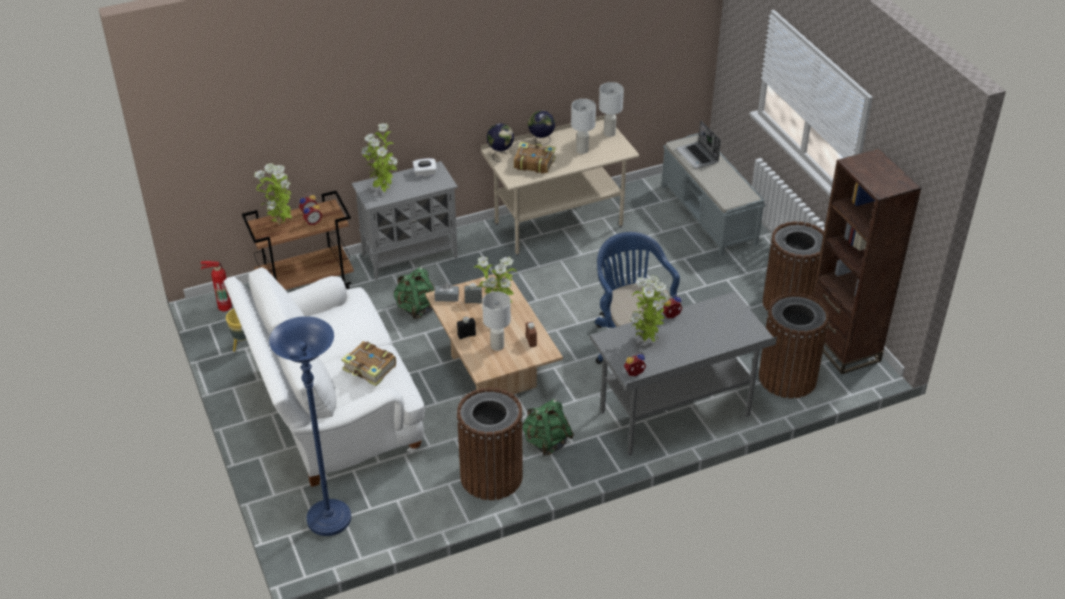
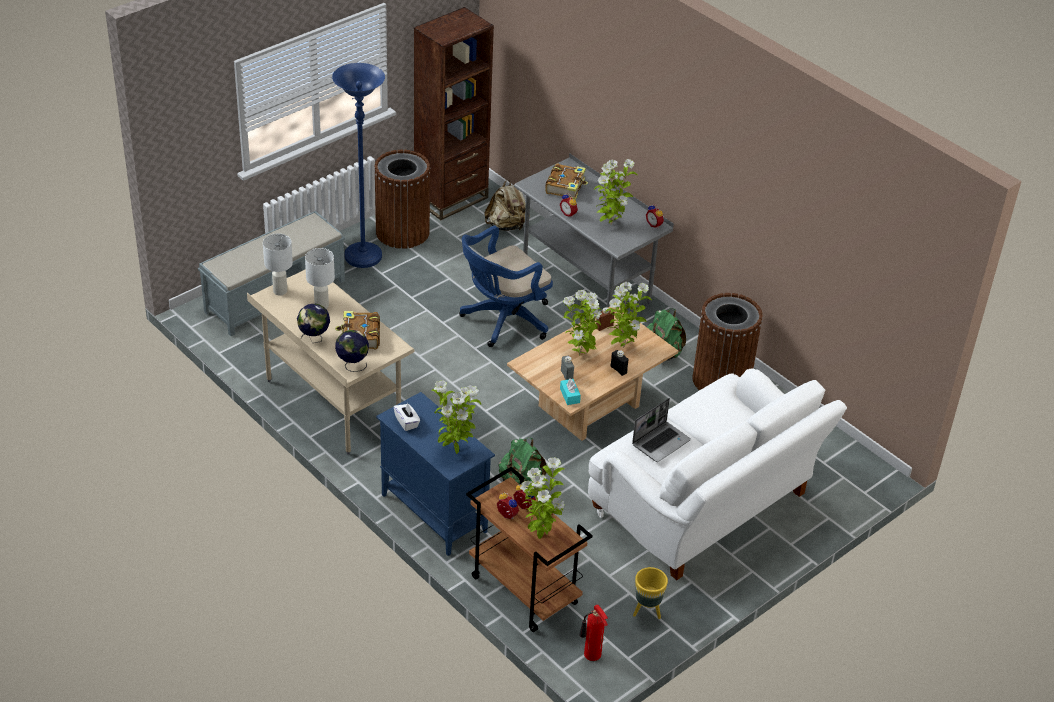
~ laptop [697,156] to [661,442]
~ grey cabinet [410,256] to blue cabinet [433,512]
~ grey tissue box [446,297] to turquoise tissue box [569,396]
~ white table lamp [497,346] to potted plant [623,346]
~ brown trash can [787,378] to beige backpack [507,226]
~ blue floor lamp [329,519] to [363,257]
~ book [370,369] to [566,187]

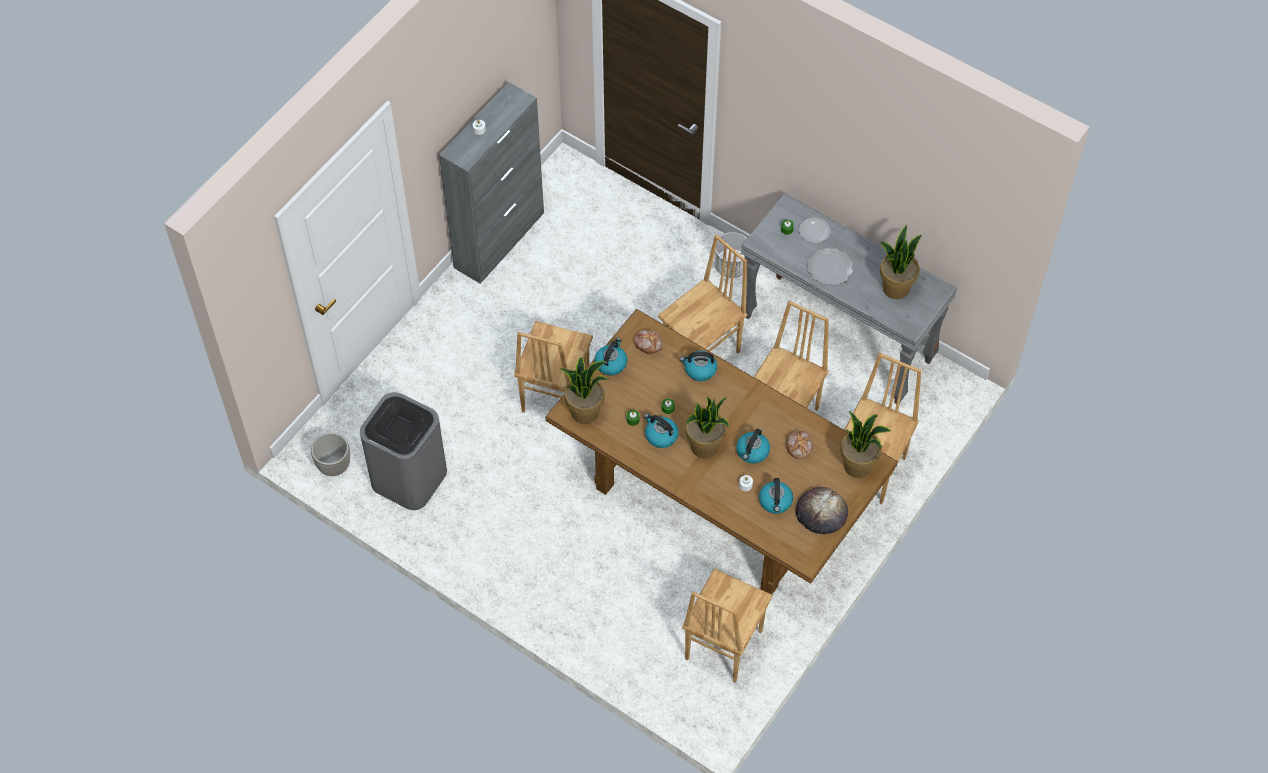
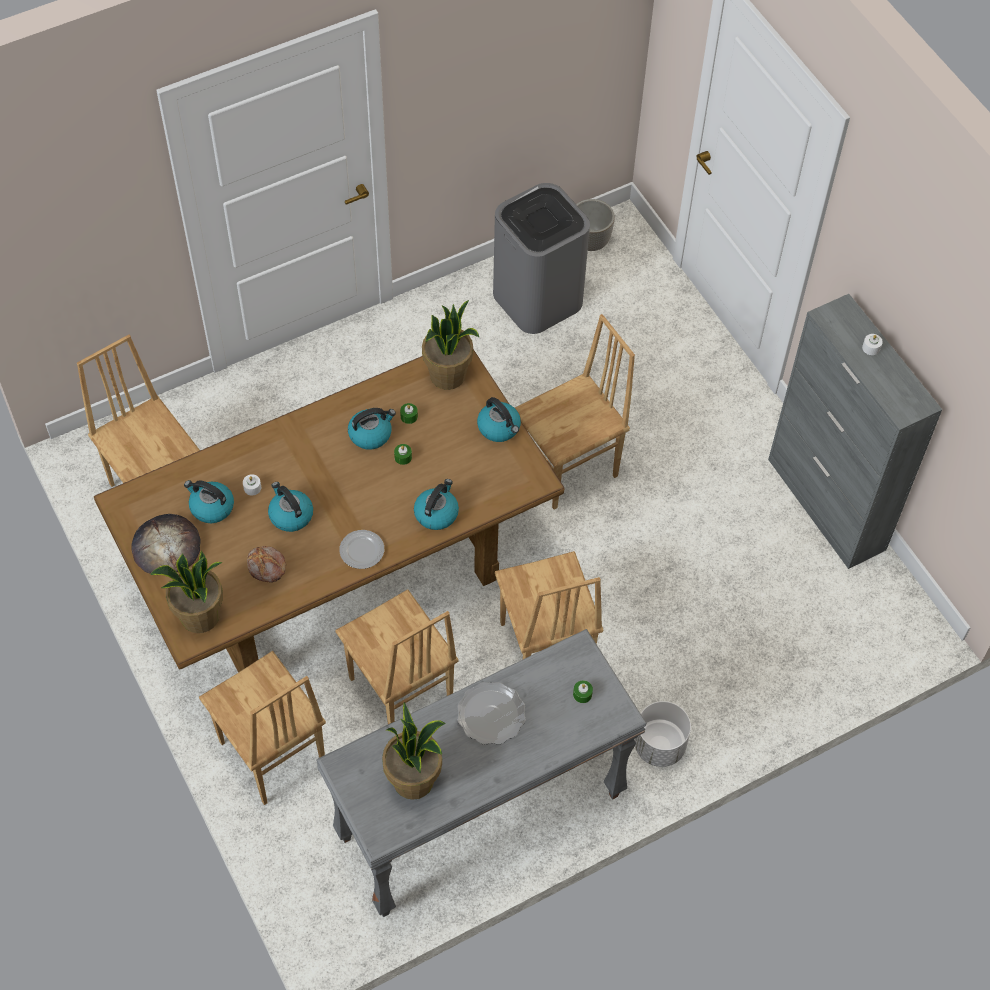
~ plate [815,231] to [361,551]
~ brown chair [554,394] = [569,469] 105 degrees clockwise
- bread [648,343]
- potted plant [705,447]

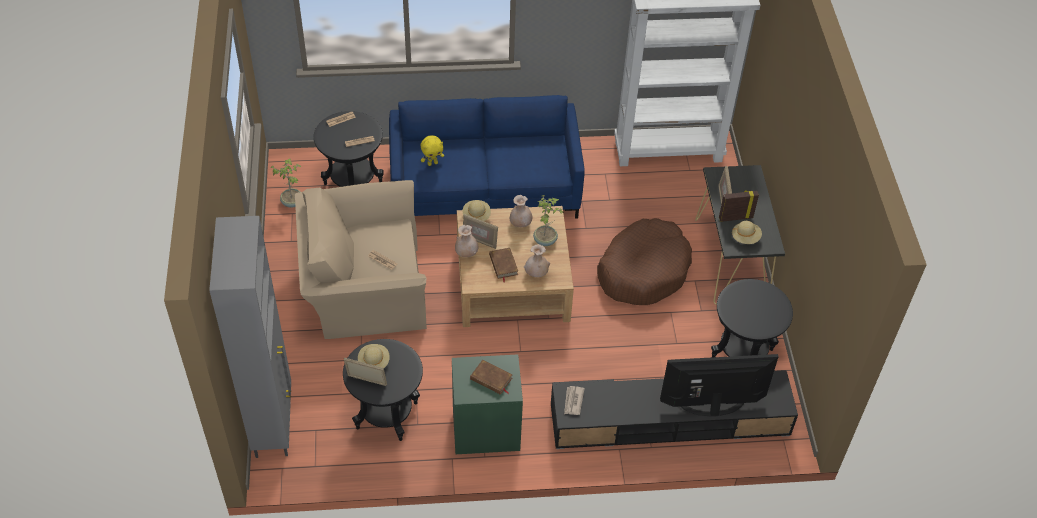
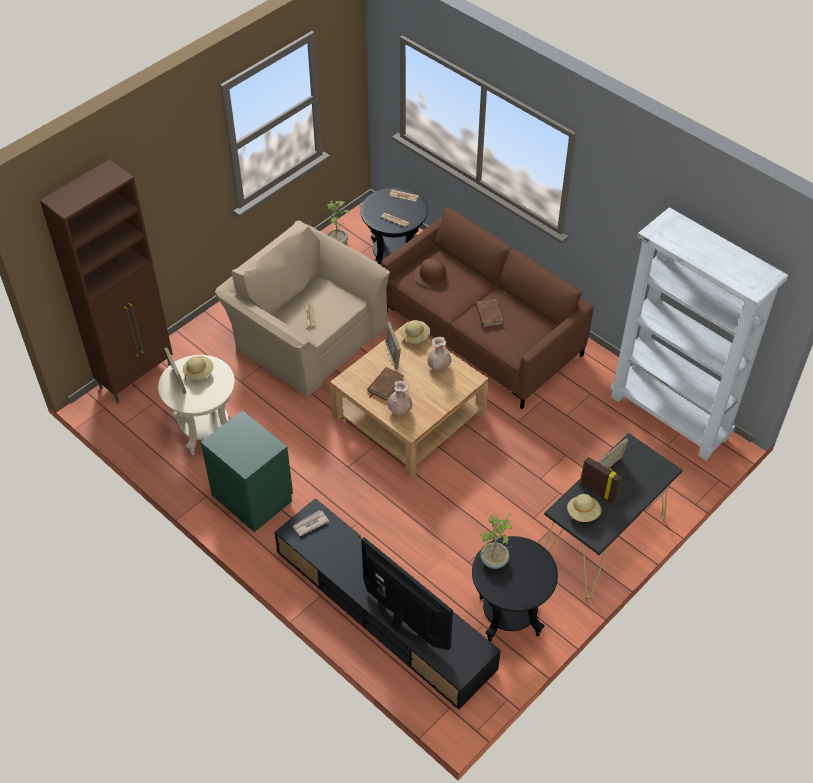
~ blue sofa [485,188] to brown sofa [481,334]
~ yellow plush toy [432,163] to brown hat [433,275]
~ potted plant [545,240] to [495,560]
~ grey cabinet [274,423] to brown cabinet [137,376]
- brown dog bed [643,270]
- beige vase [466,253]
~ black side table [387,415] to beige side table [206,431]
~ brown book [491,379] to [489,315]

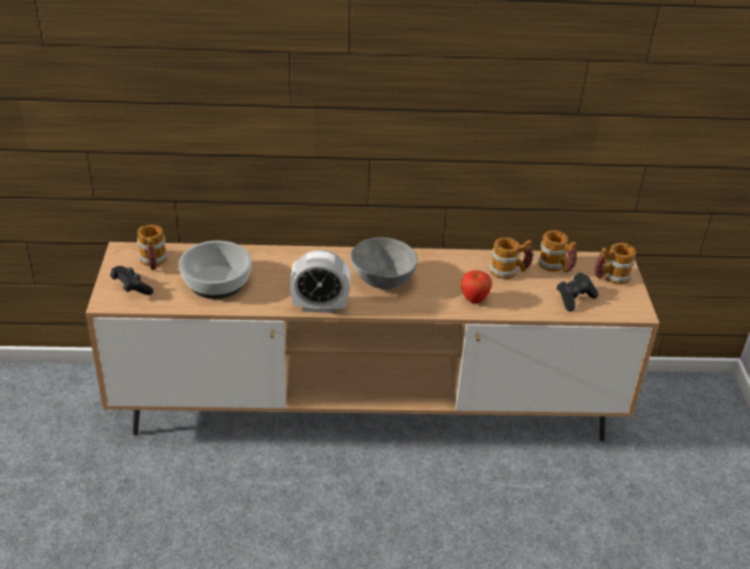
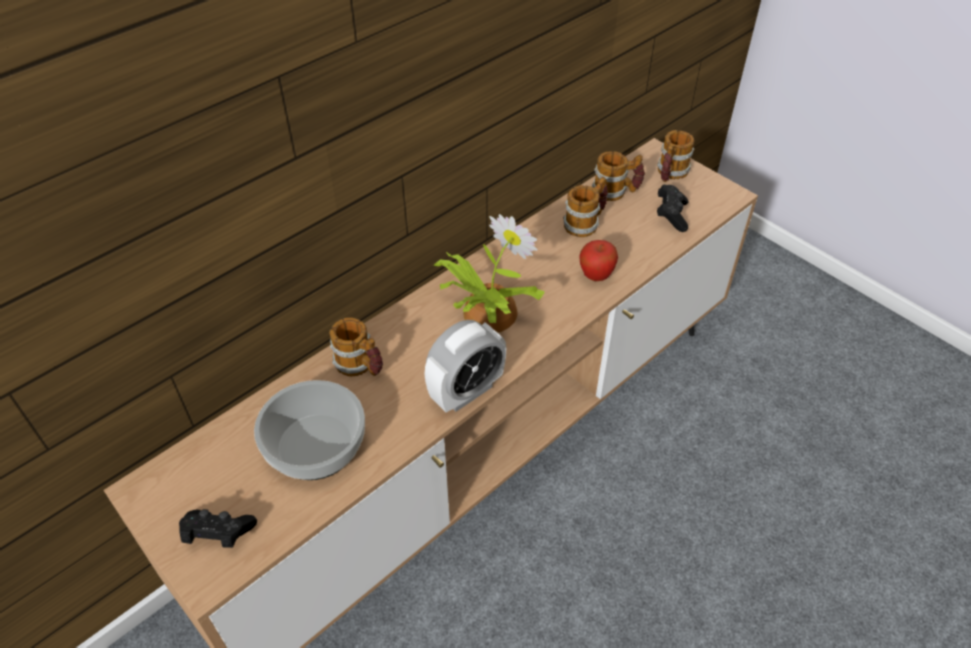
~ mug [153,262] to [360,366]
~ grey bowl [381,279] to potted plant [486,313]

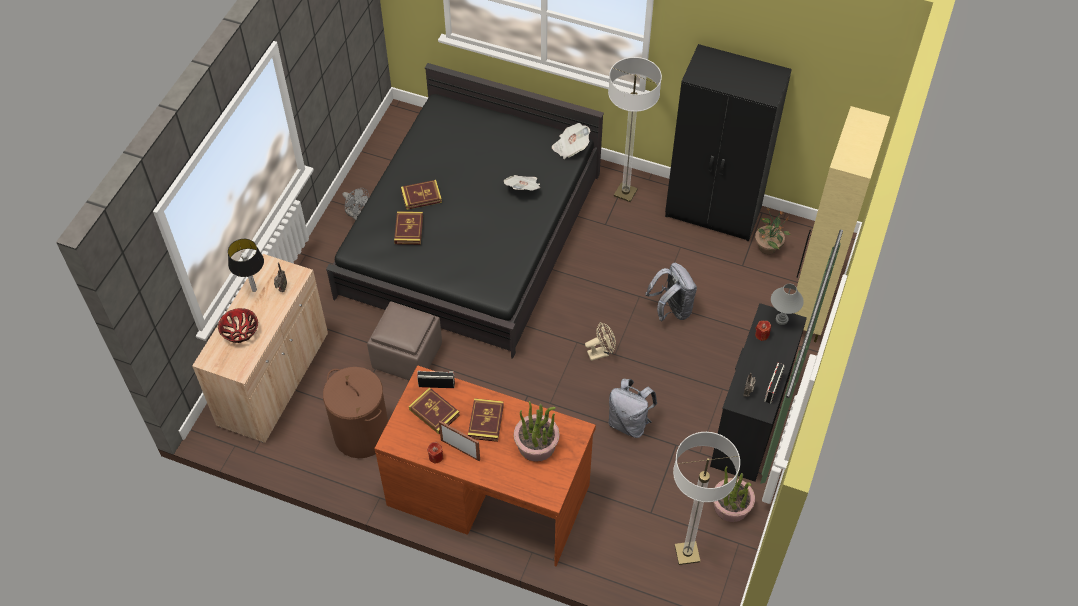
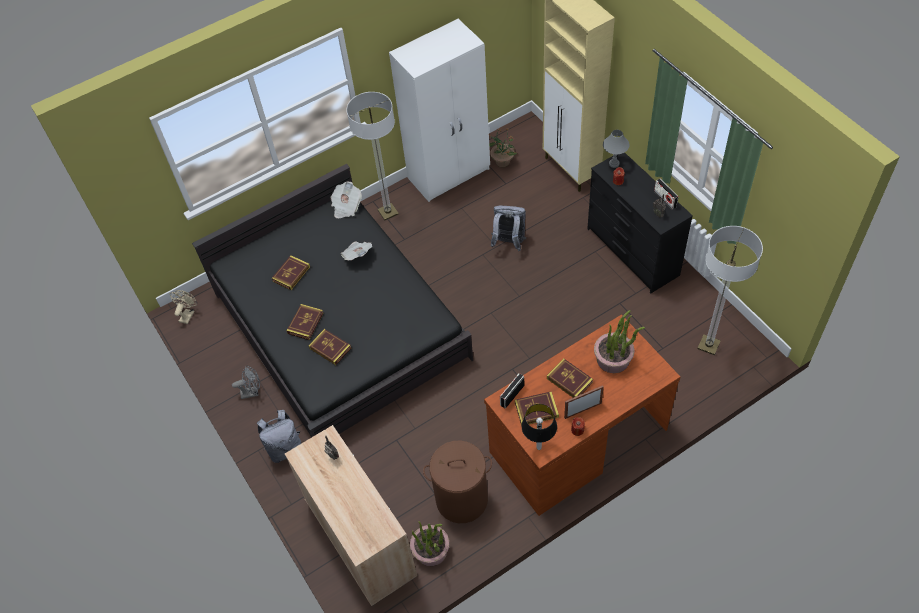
~ black wardrobe [713,213] to white wardrobe [450,174]
~ table lamp [254,289] to [538,447]
- brown ottoman [408,355]
- bowl [240,331]
~ beige fan [601,353] to [188,314]
~ grey backpack [629,422] to [285,448]
~ potted plant [731,506] to [431,550]
+ book [291,274]

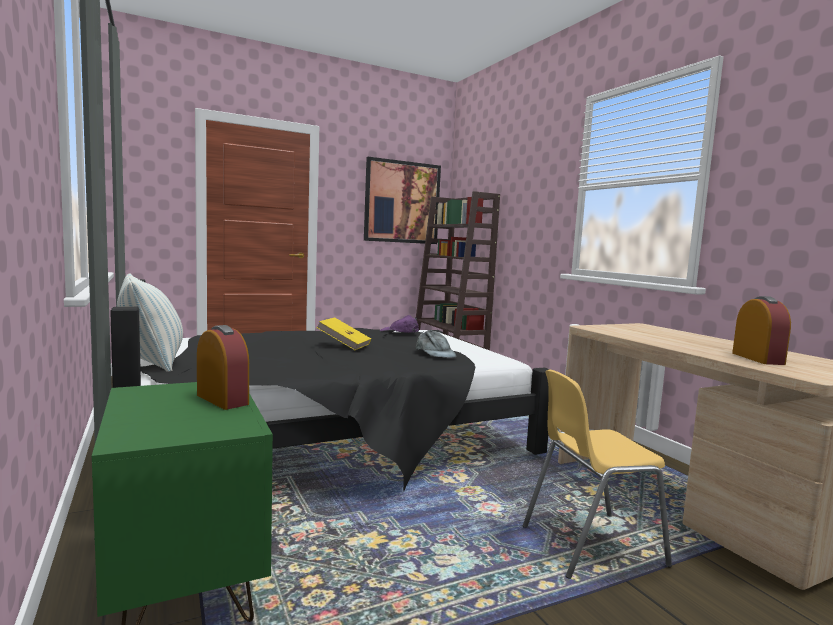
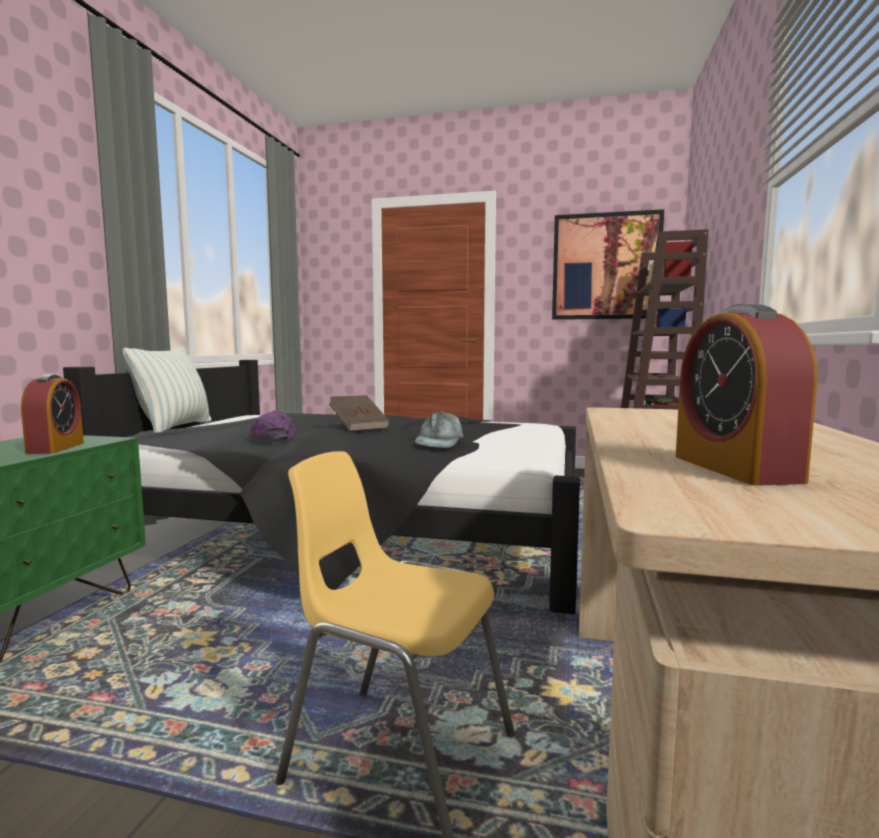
~ alarm clock [757,358] = [734,468] 135 degrees clockwise
~ purple cap [399,331] to [272,436]
~ yellow book [344,345] to brown book [359,426]

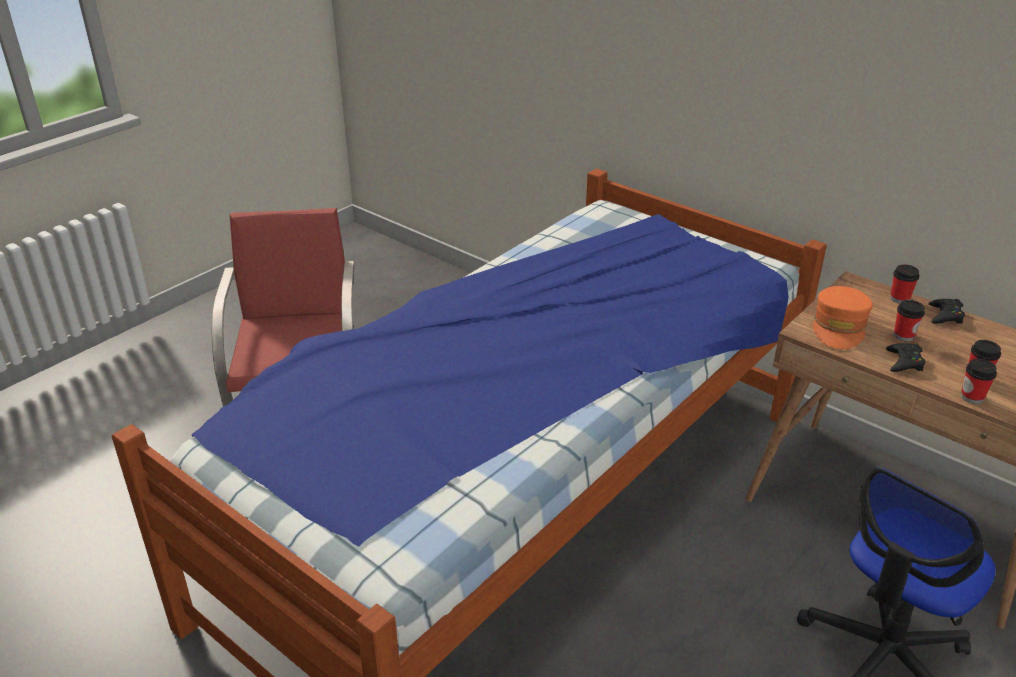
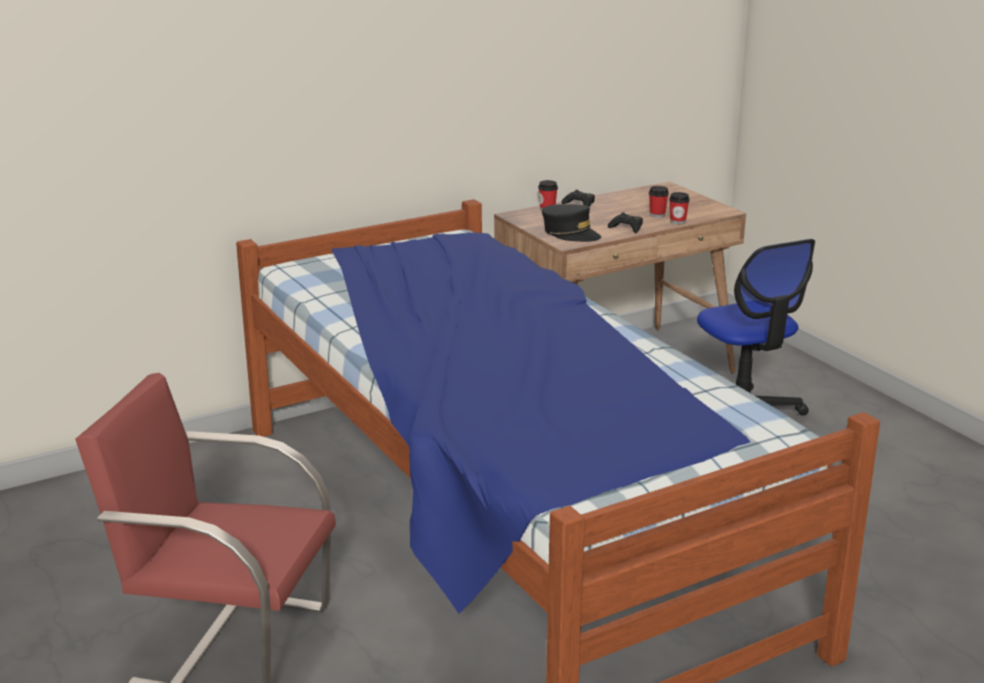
~ orange cap [839,327] to black cap [570,233]
- cup [903,335]

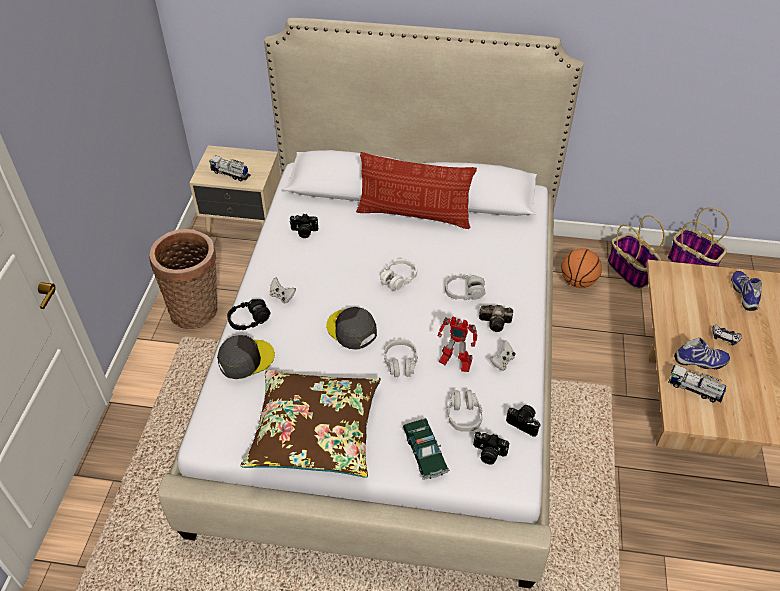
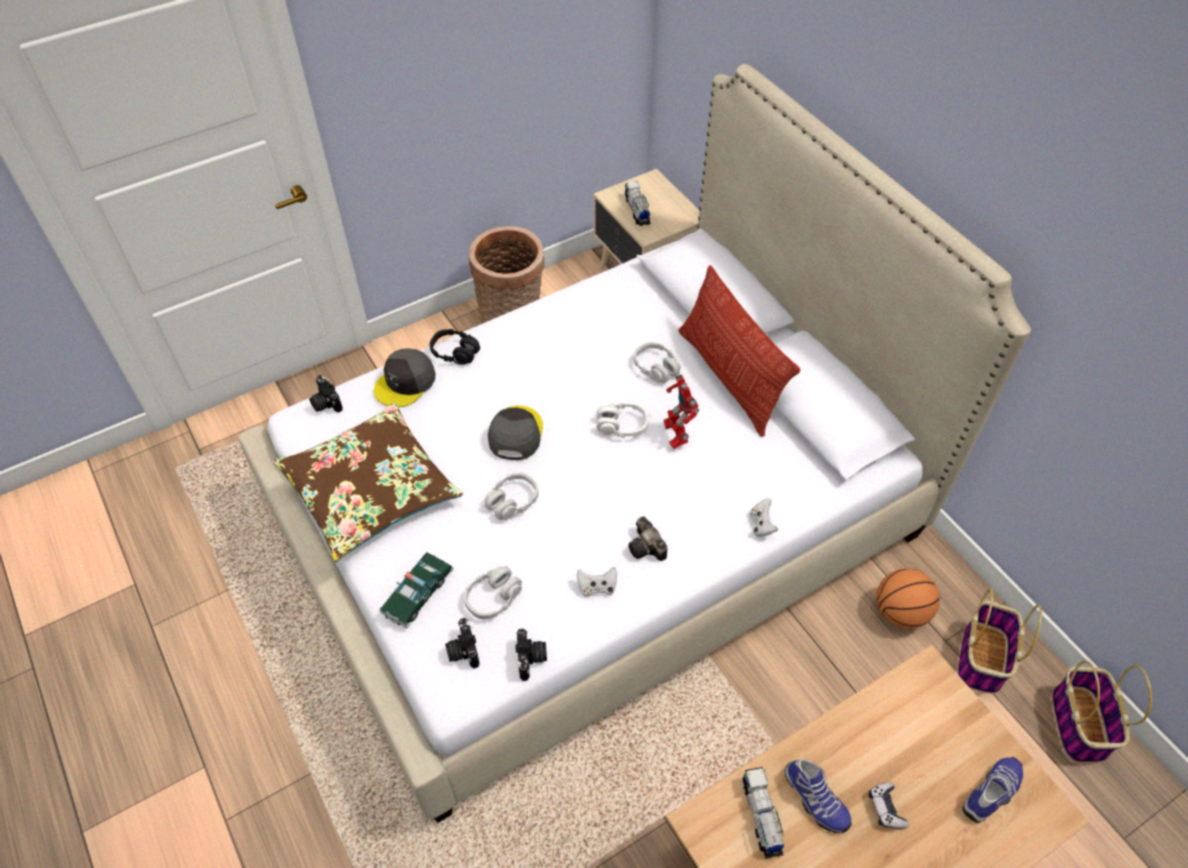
~ photo camera [304,232] to [325,403]
~ grey headphones [464,292] to [656,368]
~ white game controller [282,296] to [761,525]
~ toy robot [454,363] to [675,434]
~ grey cap [245,359] = [405,383] 105 degrees clockwise

